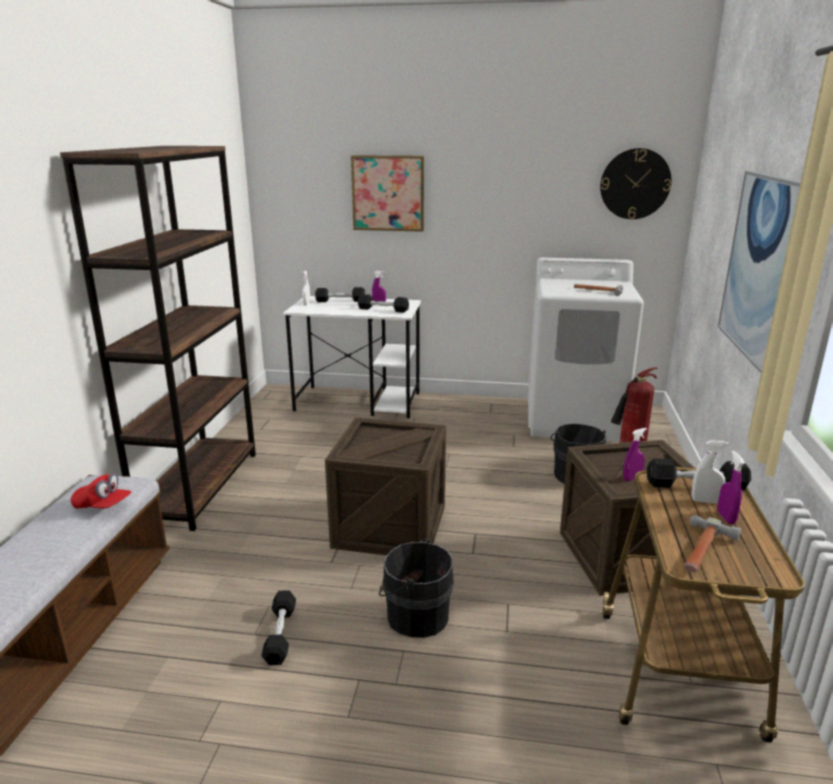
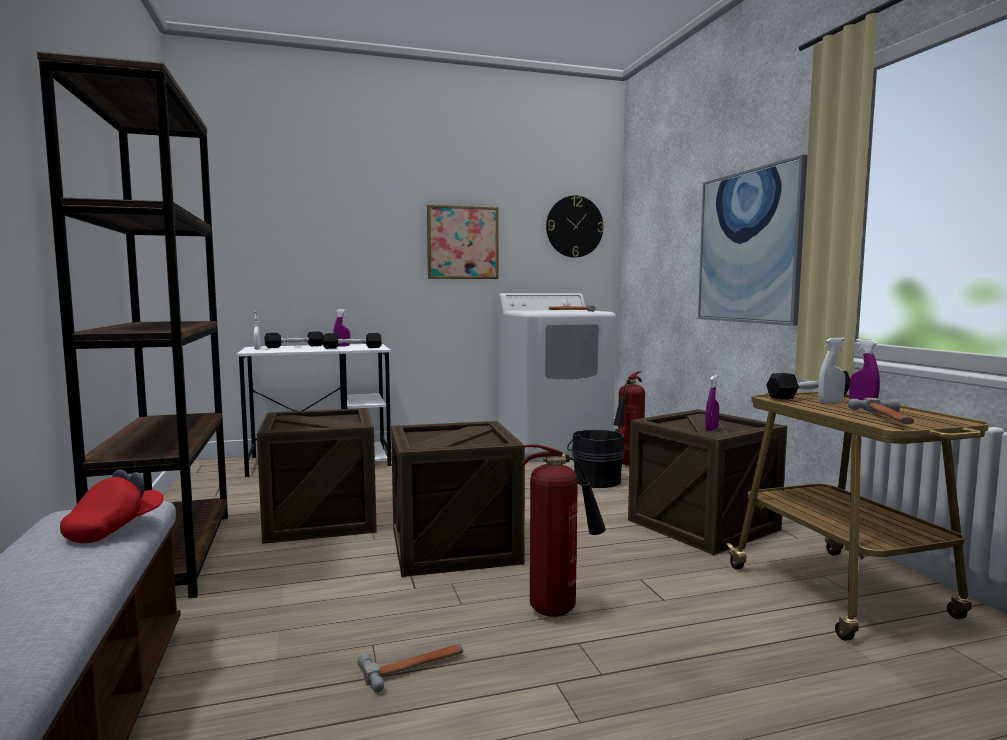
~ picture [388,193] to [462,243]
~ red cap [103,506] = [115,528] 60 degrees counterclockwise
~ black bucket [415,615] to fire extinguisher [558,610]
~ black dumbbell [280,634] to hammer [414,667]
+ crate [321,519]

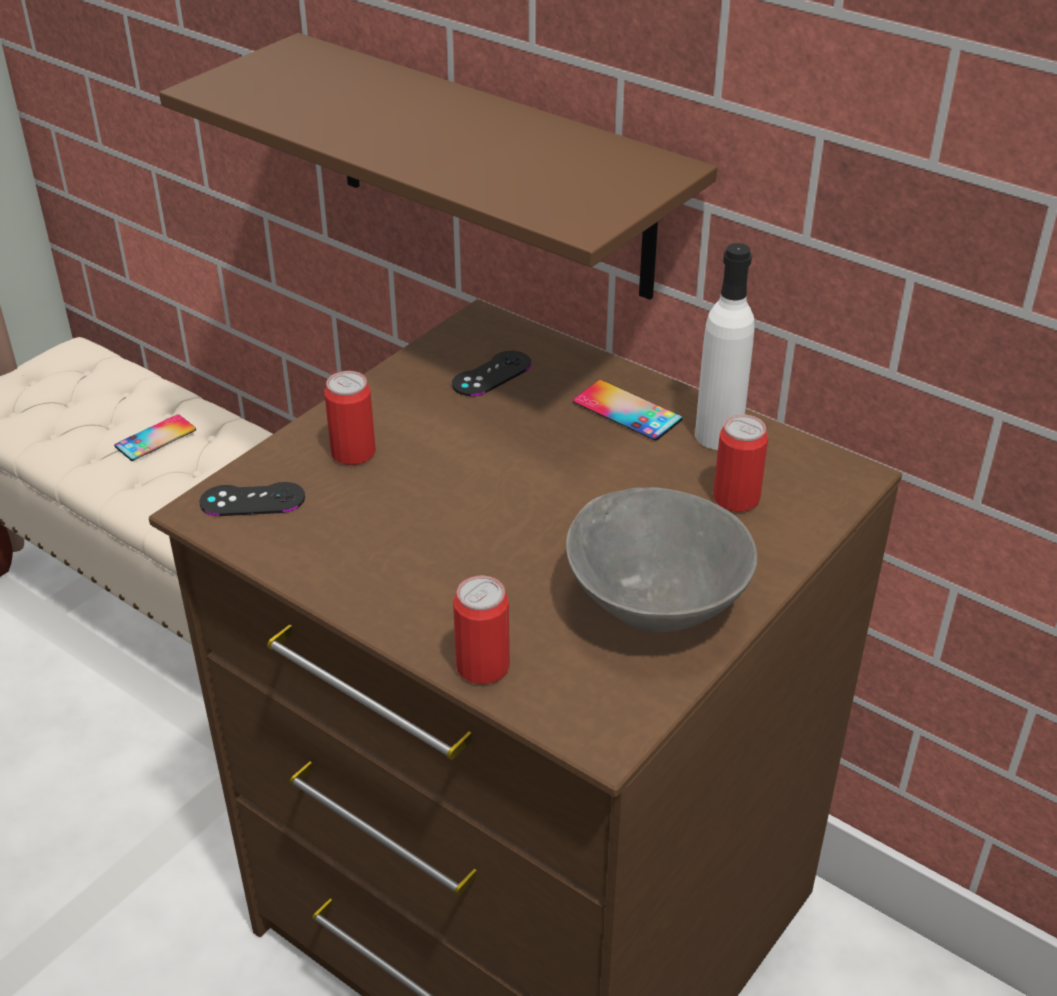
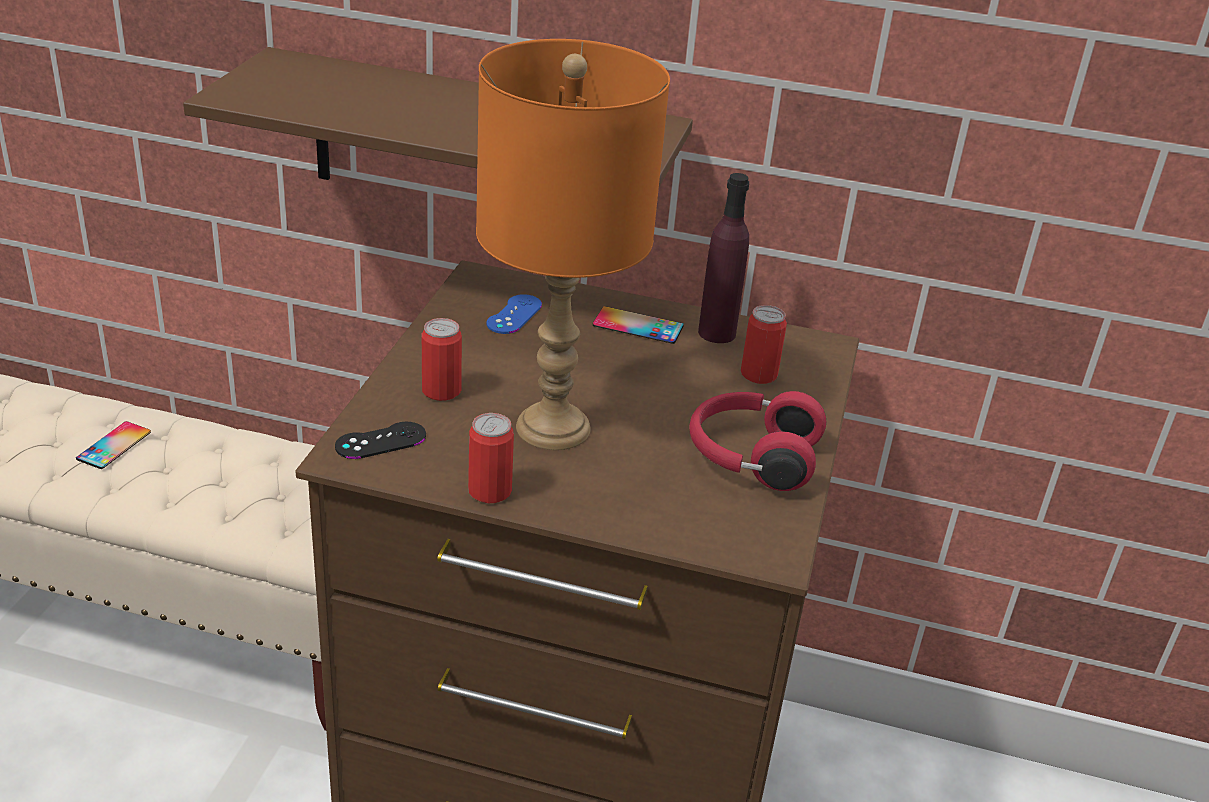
~ white bottle [718,435] to purple bottle [717,333]
~ black game controller [492,374] to blue game controller [514,315]
~ grey bowl [655,604] to red headphones [751,457]
~ can [483,666] to [490,491]
+ orange table lamp [552,428]

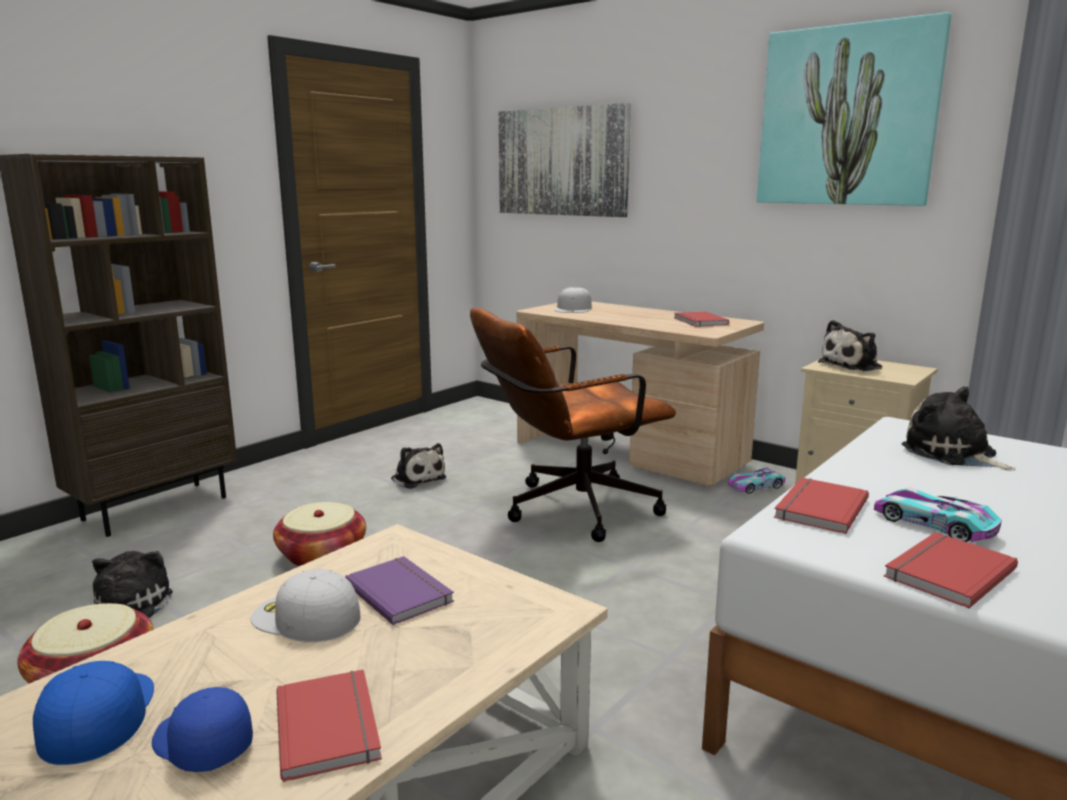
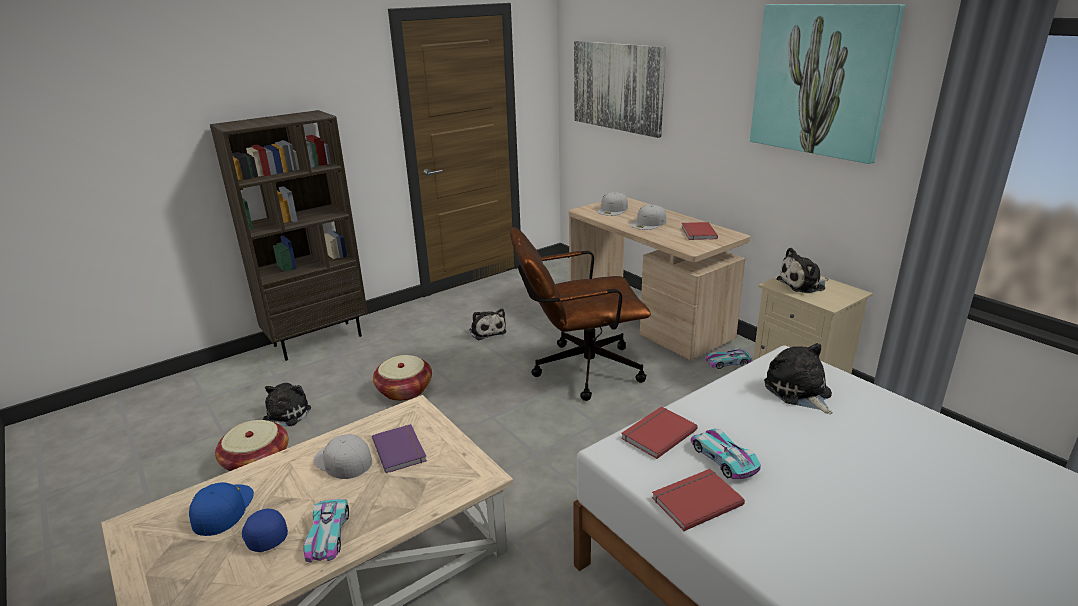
~ red book [331,725] to toy car [328,534]
+ white cap [648,223]

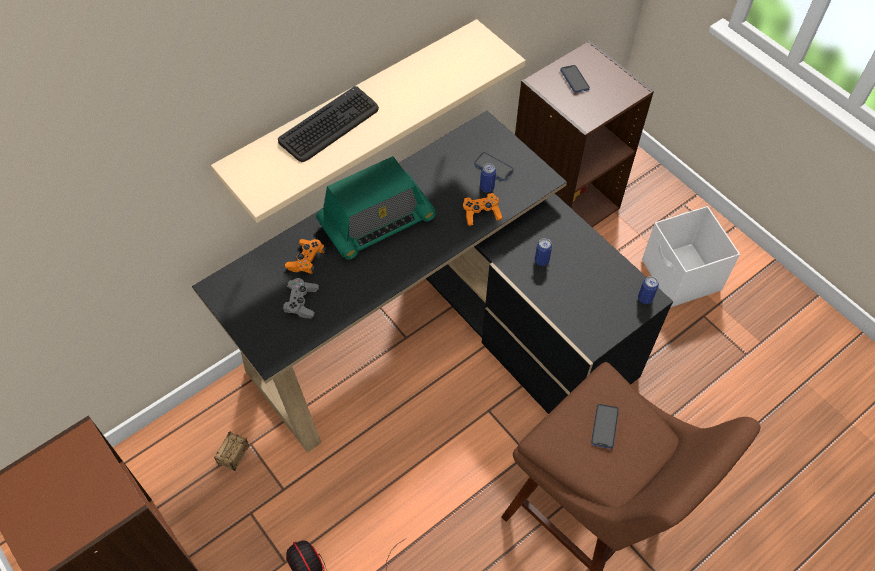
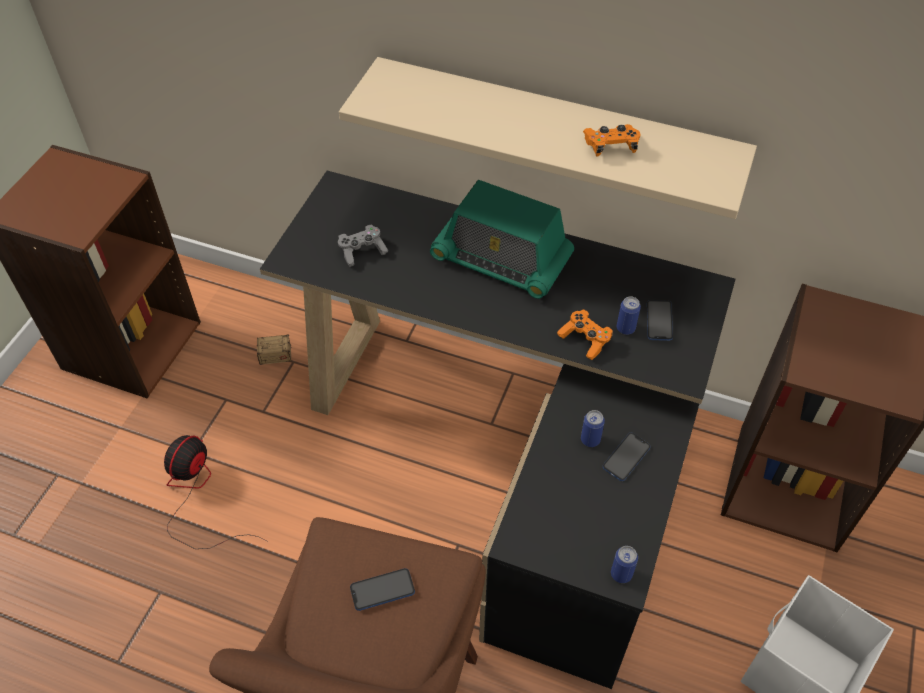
~ phone [574,79] to [626,457]
- keyboard [330,125]
~ orange game controller [306,260] to [610,146]

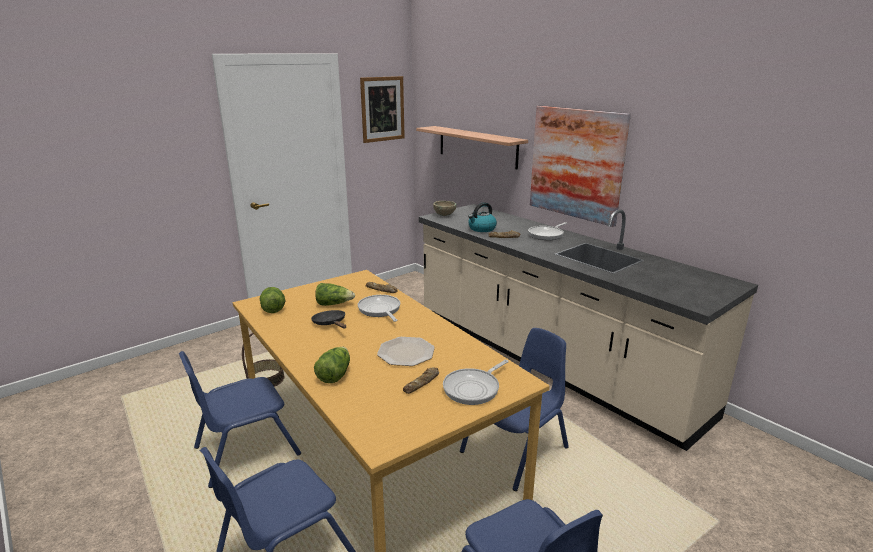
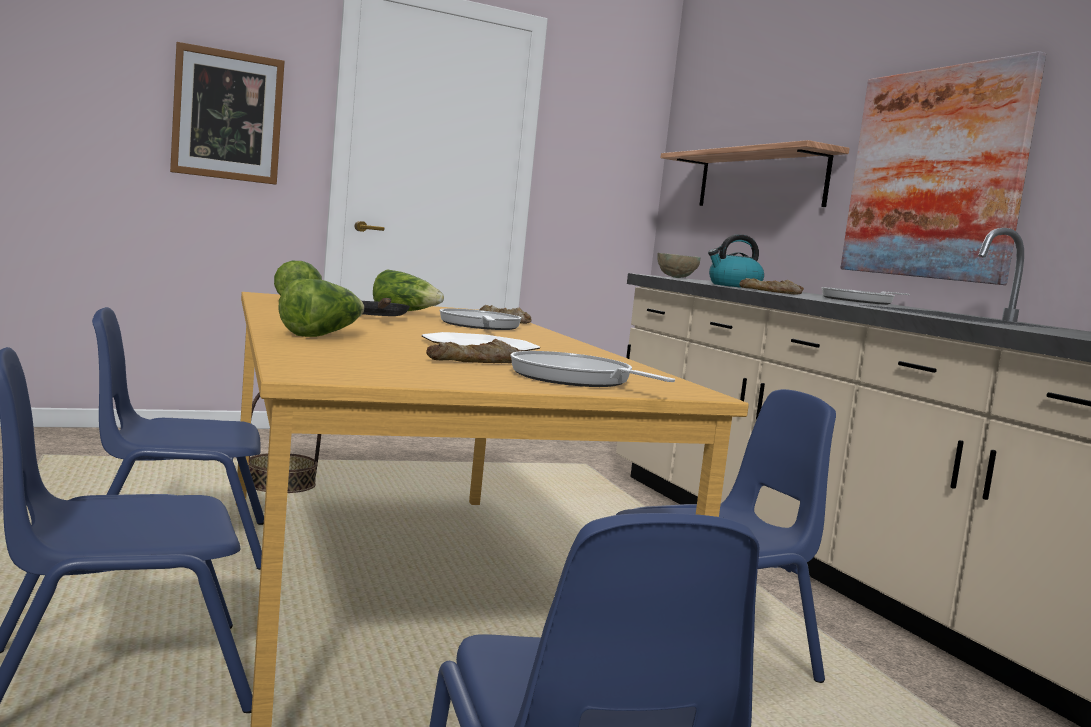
~ picture [382,109] to [227,115]
~ frying pan [473,388] = [576,379] 75 degrees clockwise

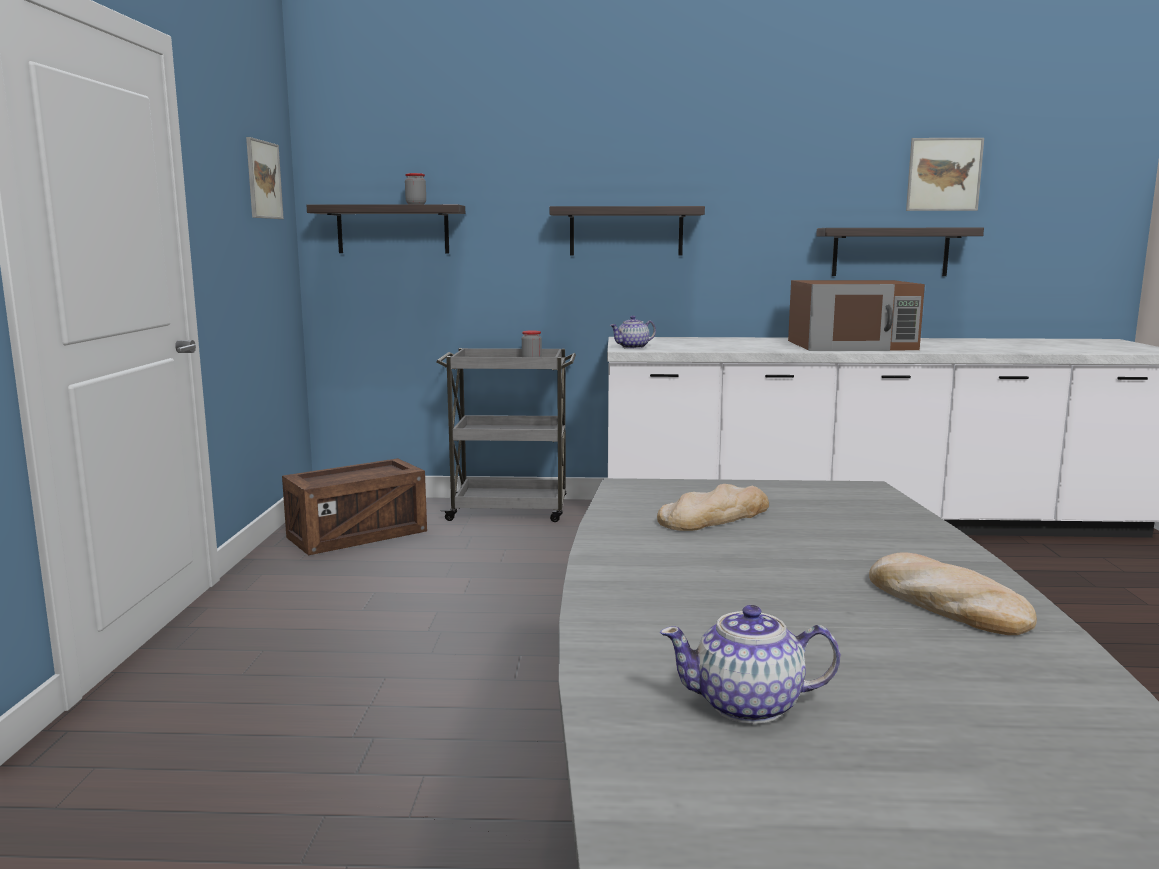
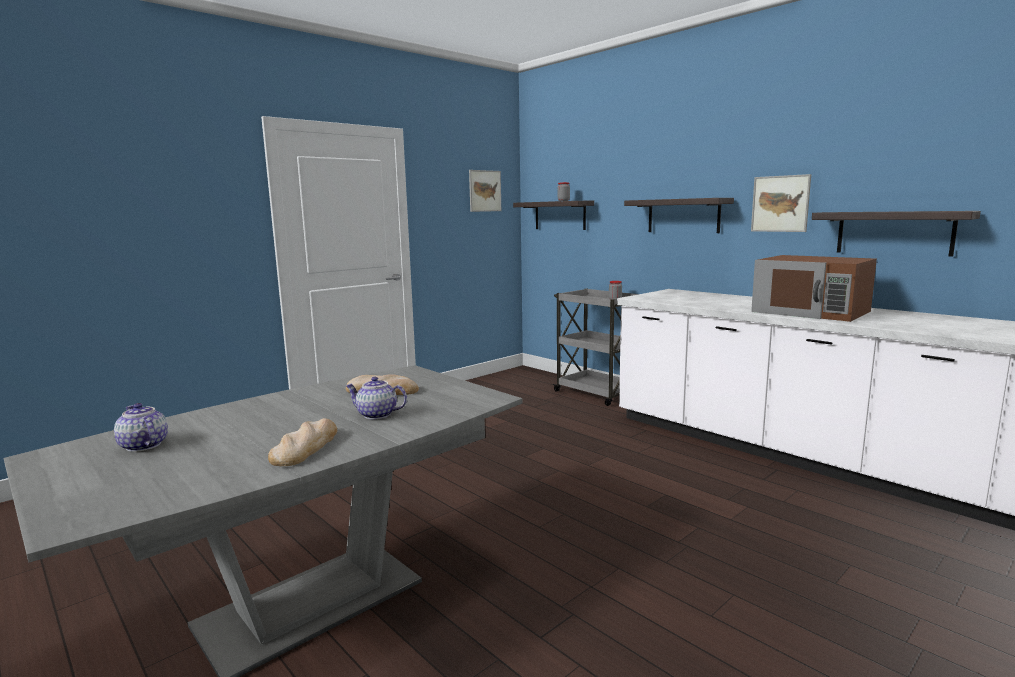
~ picture [944,174] to [780,203]
~ teapot [633,347] to [376,415]
- crate [357,535]

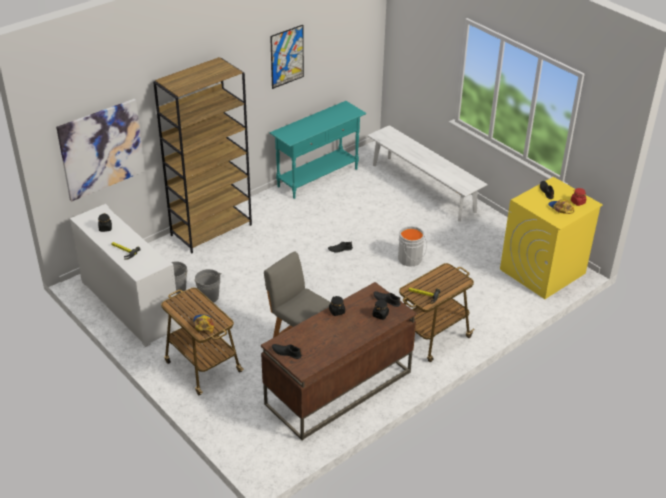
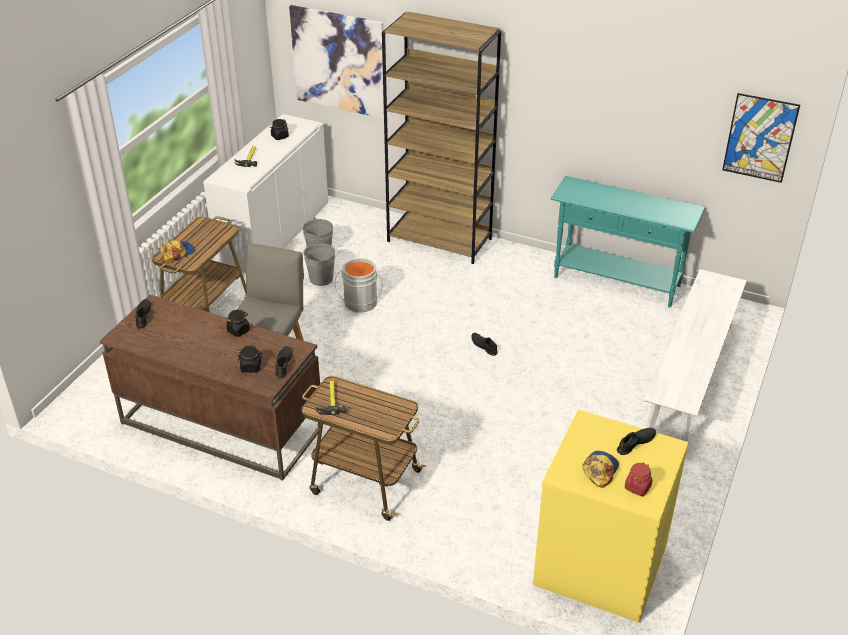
~ picture [287,56] to [760,138]
~ grey bucket [411,259] to [360,304]

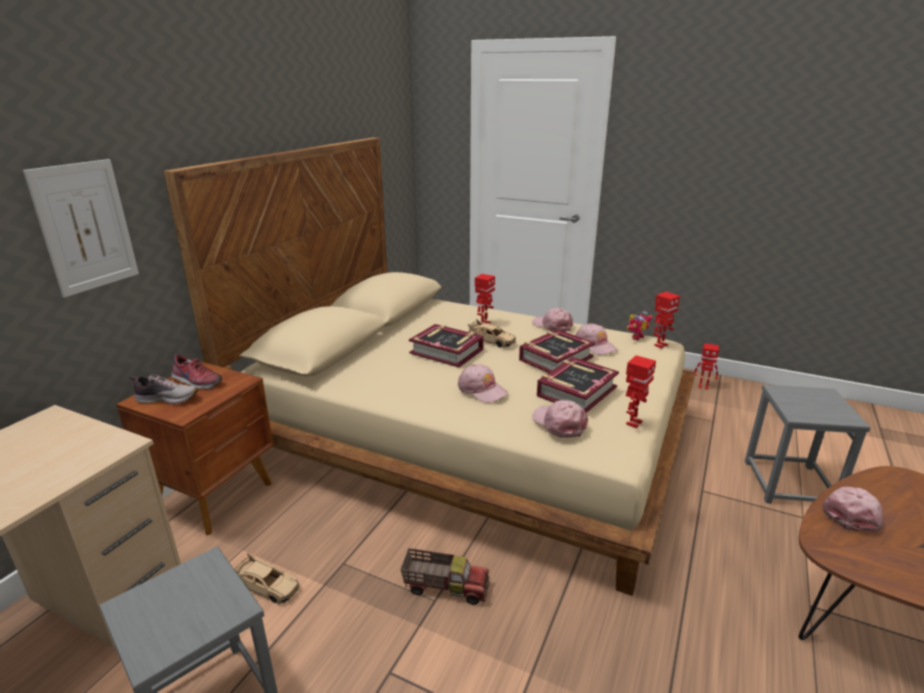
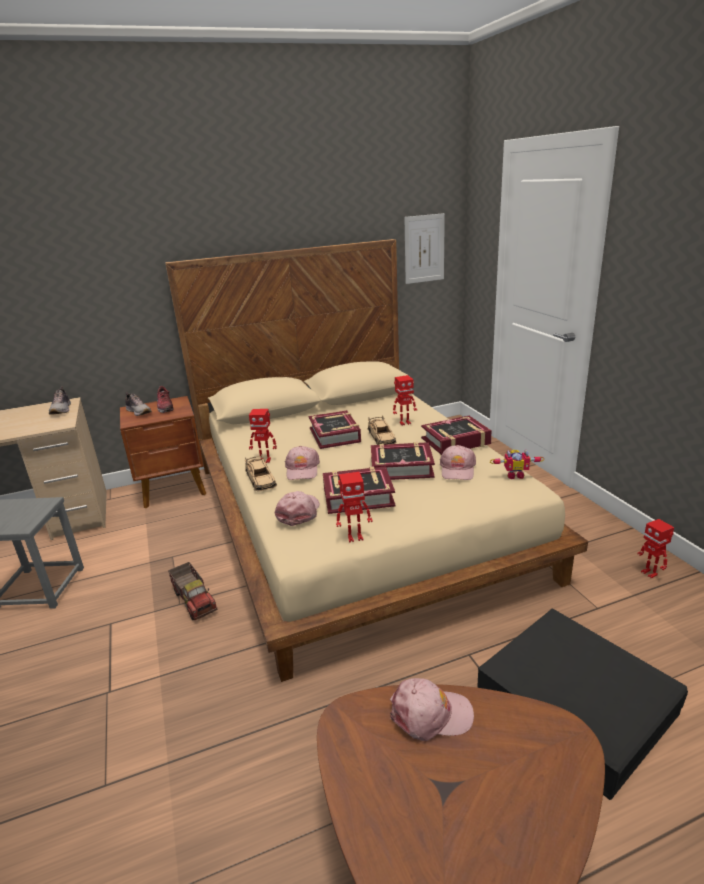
~ picture [85,227] to [424,249]
~ toy robot [660,345] to [265,460]
~ pink cap [552,326] to book [455,441]
~ grey stool [788,483] to black storage box [575,703]
~ beige toy car [267,586] to [261,480]
+ shoe [62,410]

